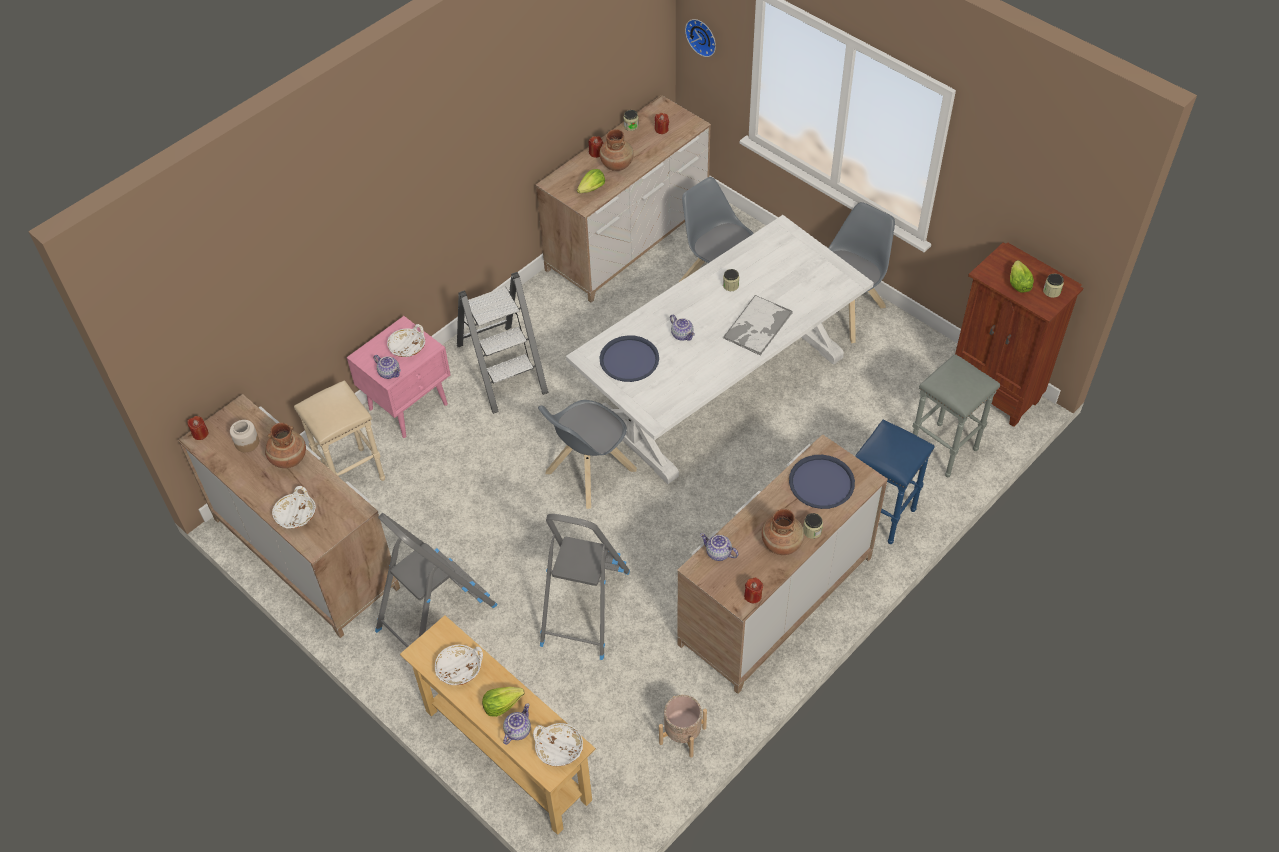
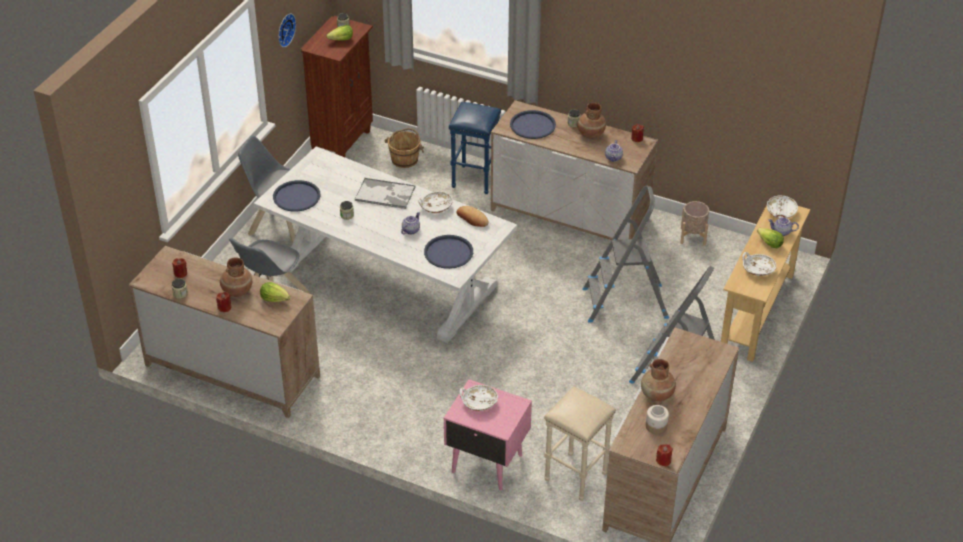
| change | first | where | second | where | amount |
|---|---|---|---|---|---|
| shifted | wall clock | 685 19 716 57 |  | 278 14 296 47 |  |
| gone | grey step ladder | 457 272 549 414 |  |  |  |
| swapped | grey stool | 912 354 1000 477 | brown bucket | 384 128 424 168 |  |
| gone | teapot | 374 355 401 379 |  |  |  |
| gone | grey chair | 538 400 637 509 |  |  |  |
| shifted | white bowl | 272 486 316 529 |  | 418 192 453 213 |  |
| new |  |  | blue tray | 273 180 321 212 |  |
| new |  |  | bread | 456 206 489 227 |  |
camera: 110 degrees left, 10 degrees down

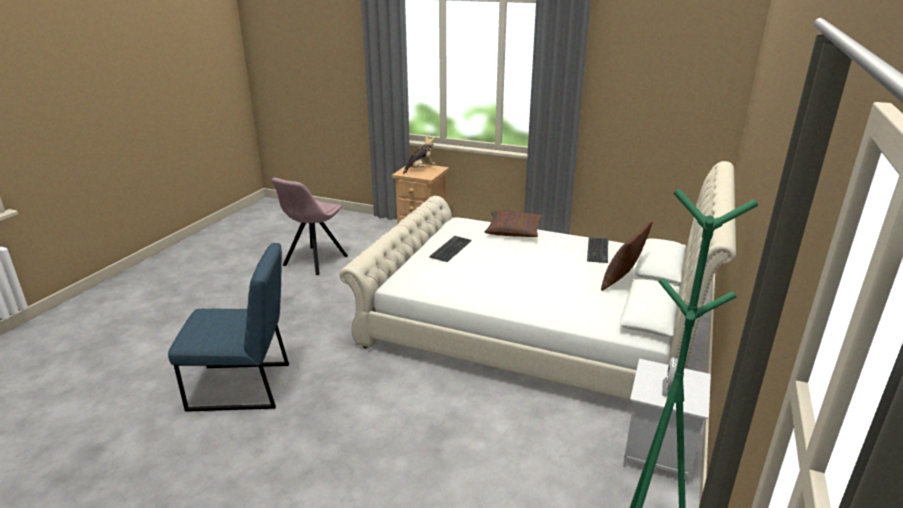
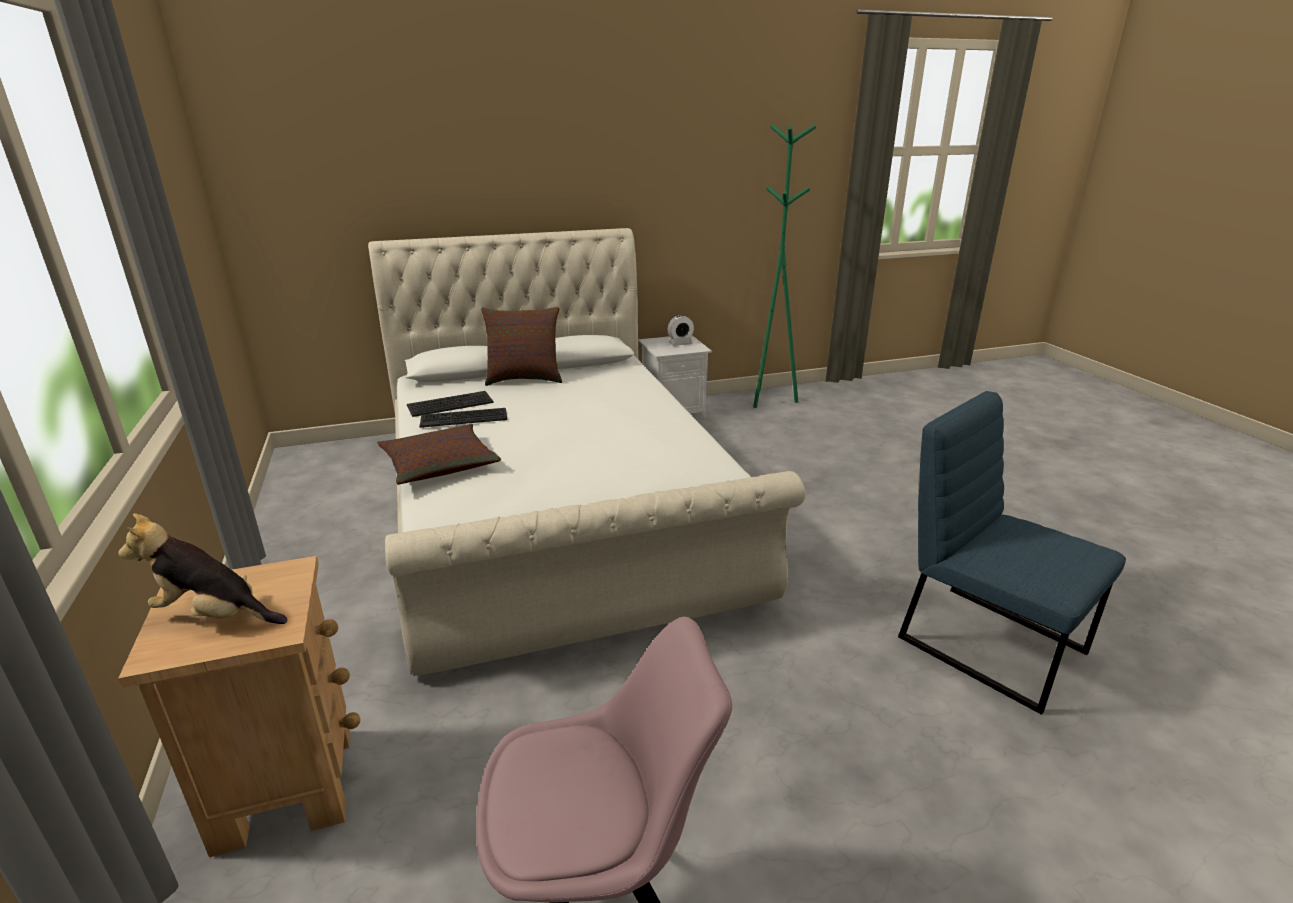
| change | first | where | second | where | amount |
|---|---|---|---|---|---|
| shifted | keyboard | 429 236 472 262 |  | 420 408 507 428 |  |
camera: 130 degrees left, 0 degrees up

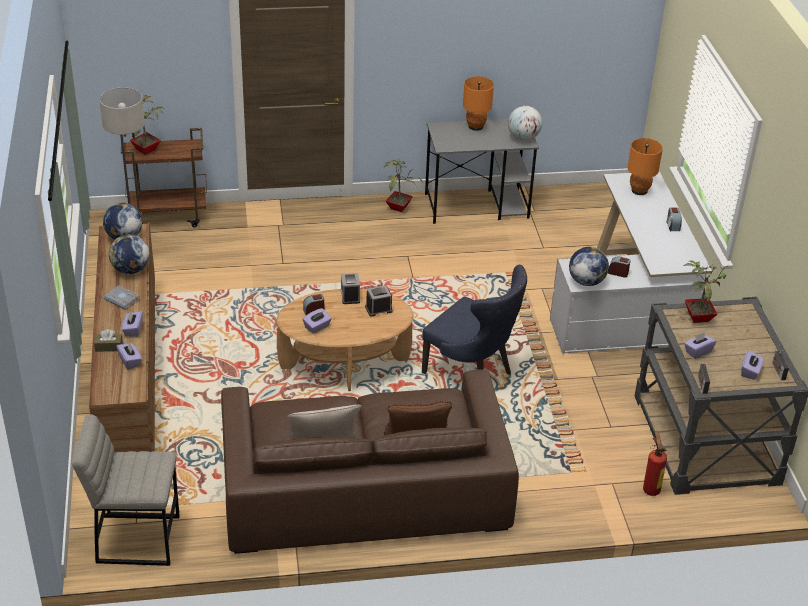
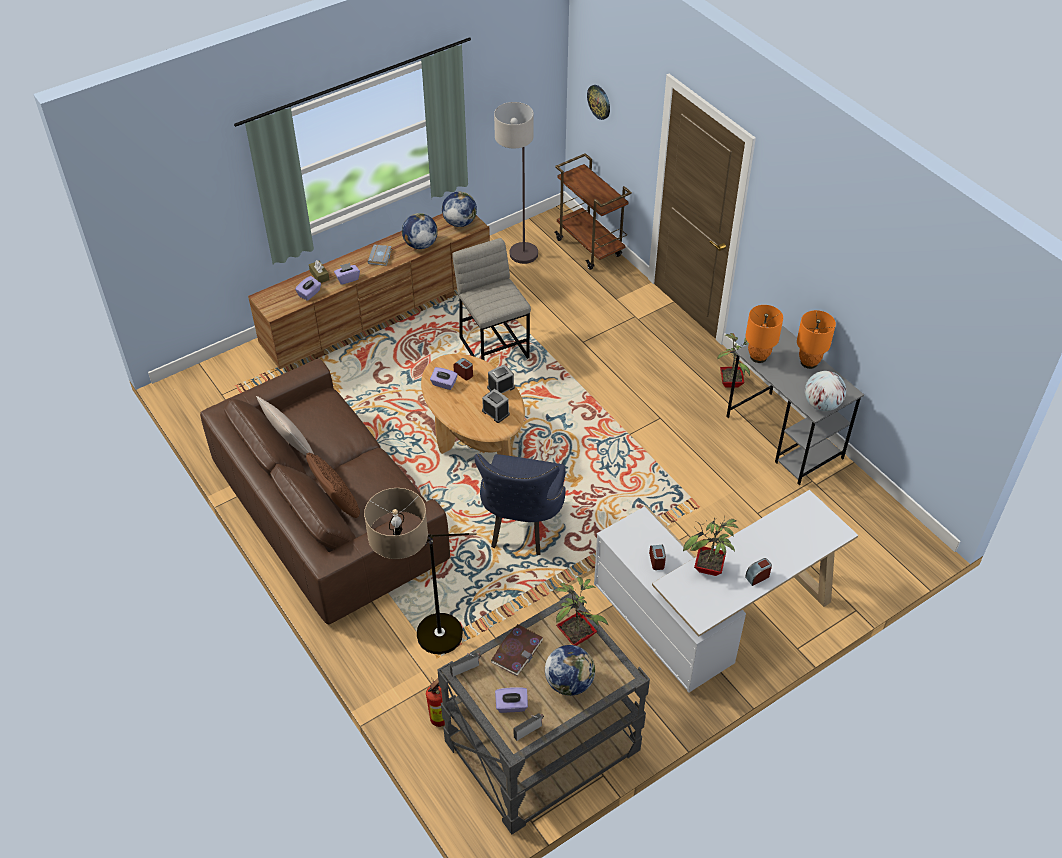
| change | first | where | second | where | amount |
|---|---|---|---|---|---|
| shifted | potted plant | 130 95 163 155 |  | 683 516 738 576 |  |
| shifted | orange table lamp | 627 138 663 195 |  | 745 305 783 363 |  |
| shifted | globe | 569 247 609 286 |  | 545 645 595 696 |  |
| swapped | purple tissue box | 684 332 716 359 | book | 491 624 543 676 |  |
| shifted | grey chair | 72 414 180 566 |  | 452 238 531 360 |  |
| new |  |  | wall clock | 587 85 610 120 |  |
| new |  |  | floor lamp | 364 488 477 654 |  |
camera: 65 degrees right, 10 degrees up

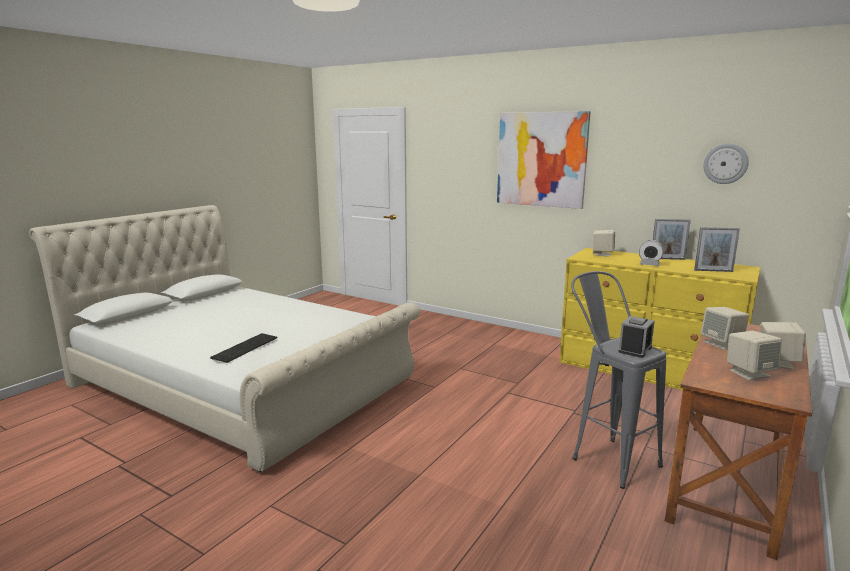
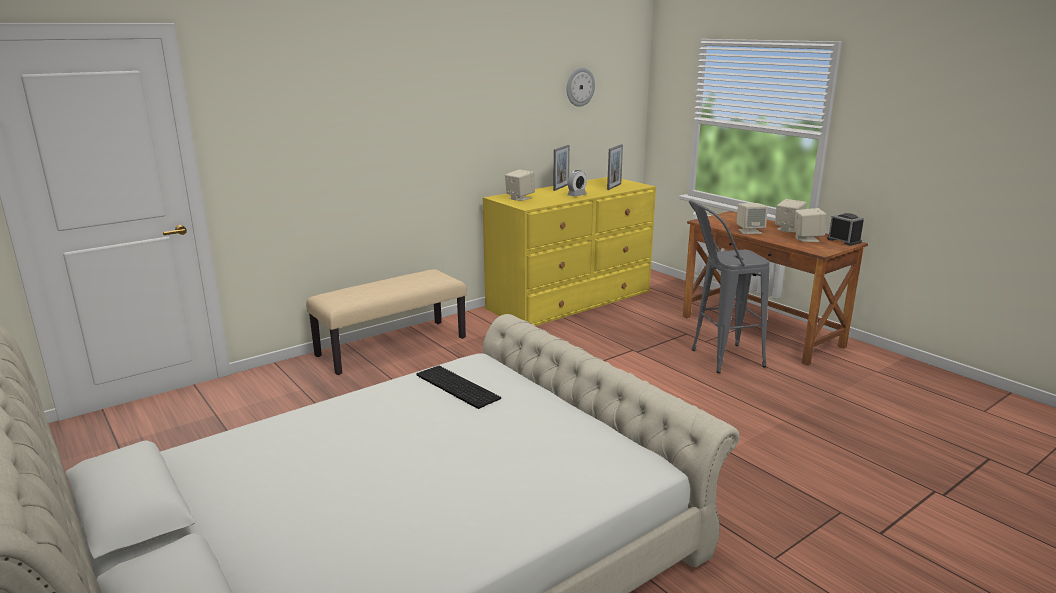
| change | first | where | second | where | amount |
|---|---|---|---|---|---|
| gone | picture | 497 111 591 209 |  |  |  |
| shifted | alarm clock | 618 316 655 358 |  | 827 213 864 246 |  |
| shifted | keyboard | 210 333 277 363 |  | 417 366 501 409 |  |
| new |  |  | beige bench | 306 269 467 375 |  |
camera: 70 degrees left, 5 degrees up

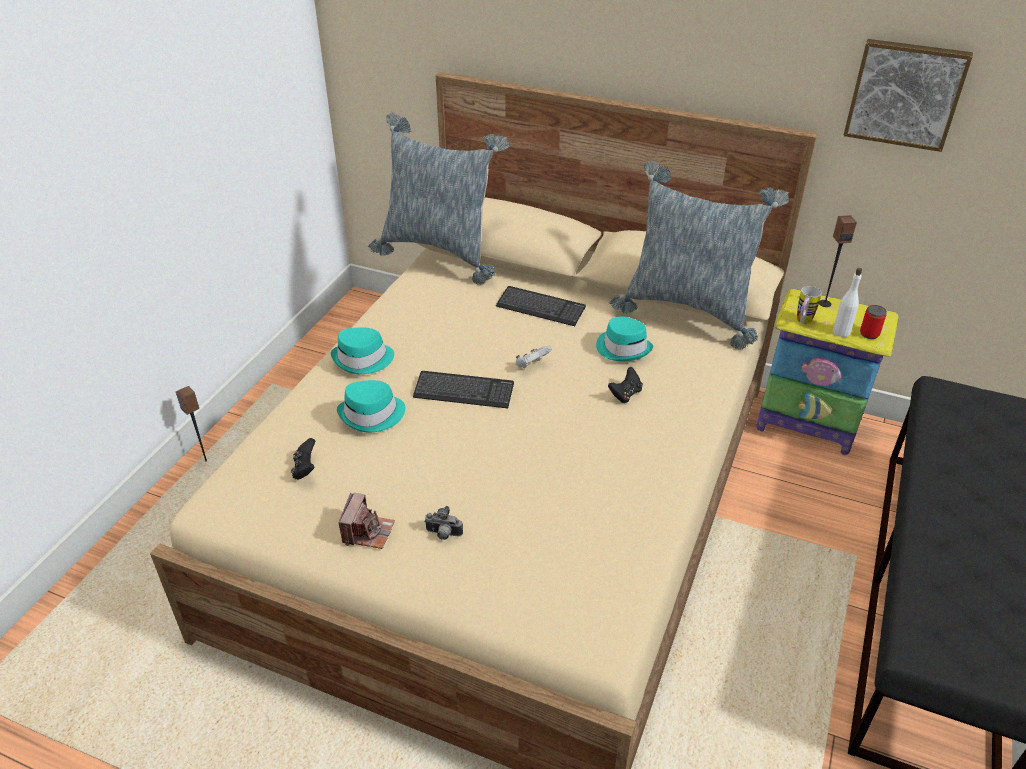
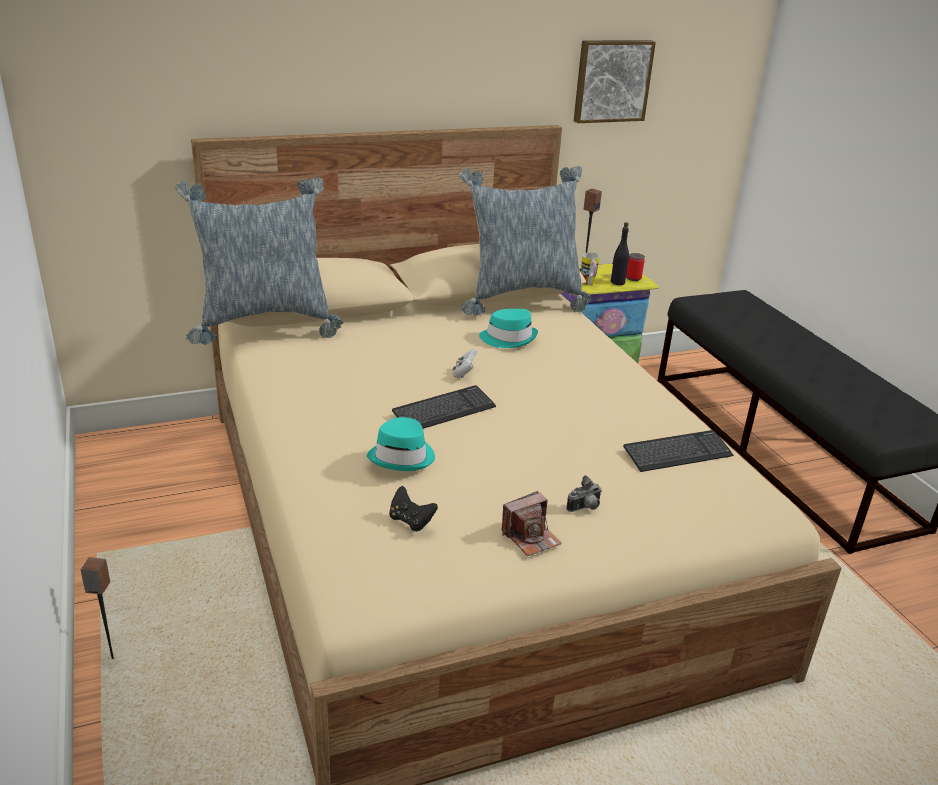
| change | first | where | second | where | amount |
|---|---|---|---|---|---|
| repainted | white bottle | 833 268 862 337 | black bottle | 611 222 629 285 |  |
| shifted | keyboard | 496 286 586 326 |  | 623 430 733 472 |  |
| gone | turquoise hat | 331 328 394 374 |  |  |  |
| gone | black game controller | 608 367 643 403 |  |  |  |
| rotated | photo camera | 339 493 395 549 |  | 501 491 562 556 | 90 degrees clockwise |
camera: 45 degrees left, 10 degrees down

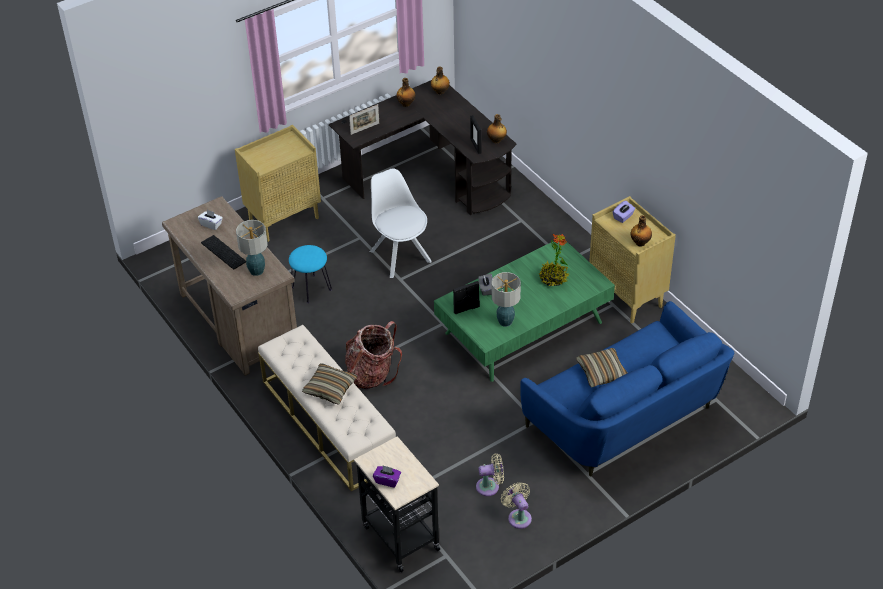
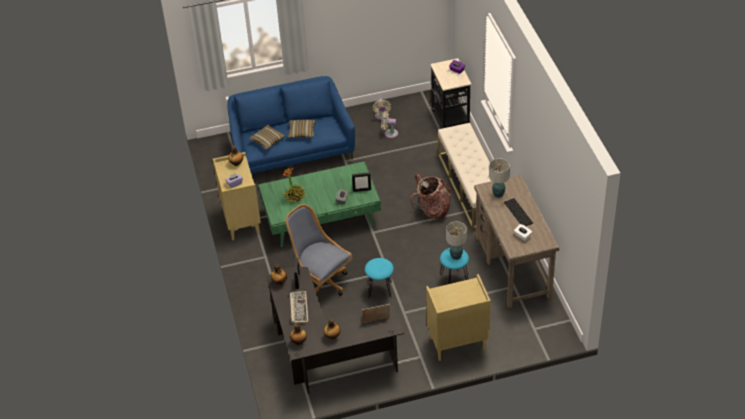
| change | first | where | second | where | amount |
|---|---|---|---|---|---|
| swapped | white chair | 370 169 432 278 | turquoise stool | 365 258 394 299 |  |
| shifted | table lamp | 491 272 521 327 |  | 446 221 467 260 |  |
| shifted | pillow | 302 363 358 405 |  | 249 125 285 149 |  |
| new |  |  | blue office chair | 286 204 353 296 |  |
| new |  |  | keyboard | 290 291 308 323 |  |
camera: 160 degrees left, 0 degrees up

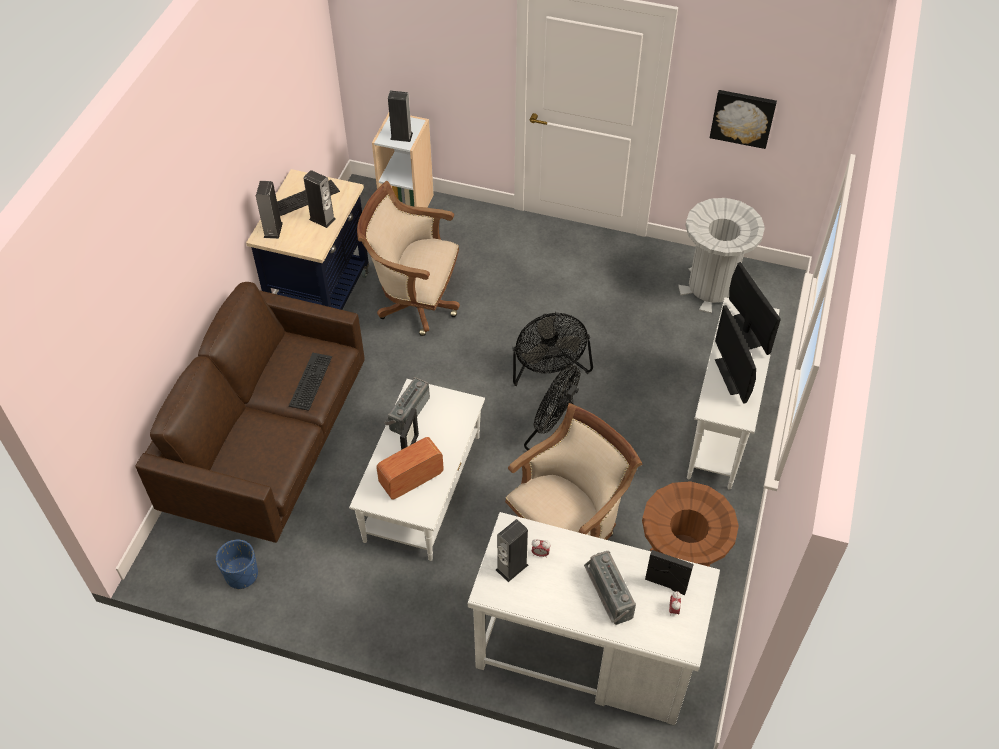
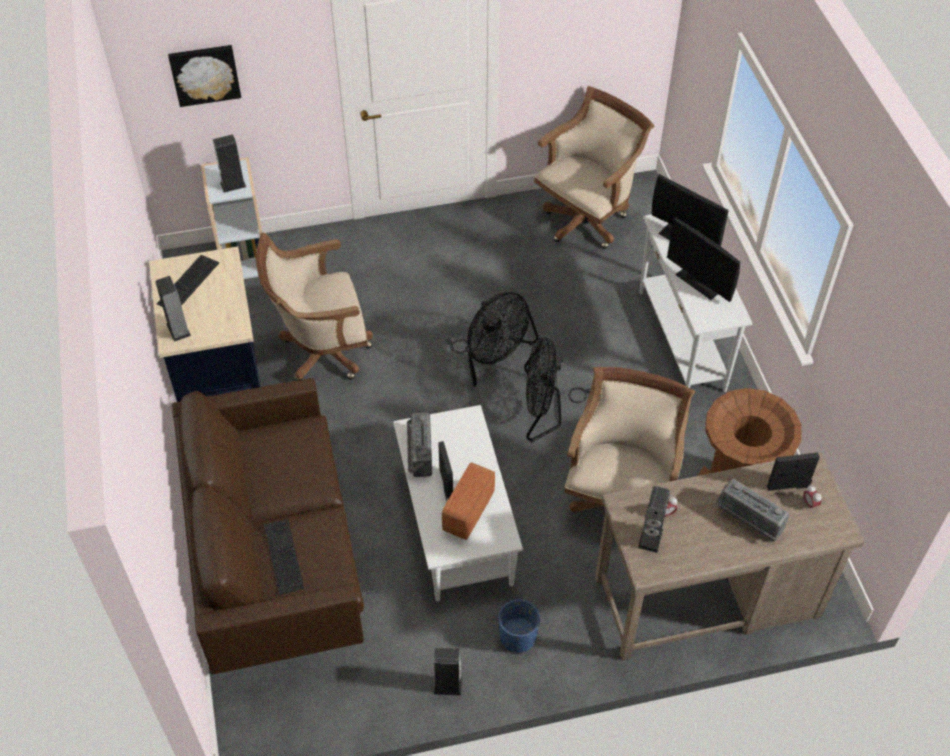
| change | first | where | second | where | amount |
|---|---|---|---|---|---|
| shifted | picture | 710 90 777 149 |  | 168 45 241 107 |  |
| shifted | speaker | 304 170 336 228 |  | 434 648 462 695 |  |
| swapped | grey trash can | 678 198 765 314 | office chair | 534 86 654 249 |  |
| shifted | keyboard | 289 353 332 411 |  | 264 519 304 595 |  |
| repainted | white desk | 468 512 720 726 | brown desk | 595 452 864 660 |  |
| shifted | blue planter | 216 540 258 589 |  | 498 599 540 653 |  |
camera: 30 degrees left, 0 degrees up

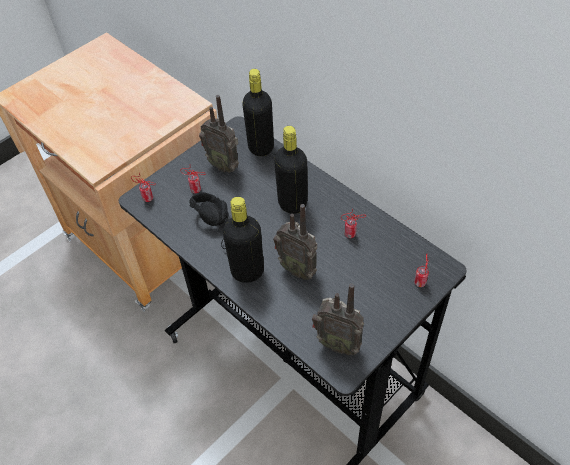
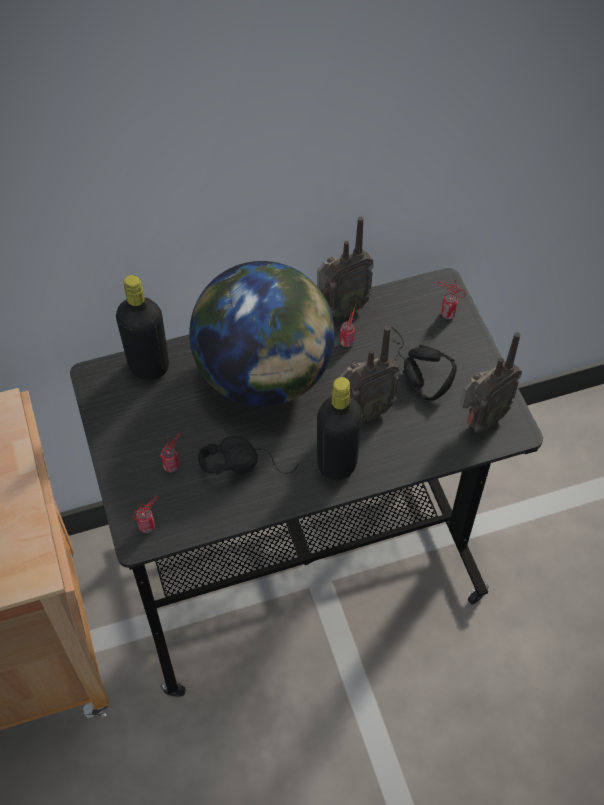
| change | first | where | second | where | amount |
|---|---|---|---|---|---|
| shifted | radio | 199 95 239 173 |  | 317 216 374 318 |  |
| swapped | black bottle | 274 126 307 214 | globe | 189 261 335 407 |  |
| new |  |  | black headphones | 392 327 457 401 |  |
camera: 65 degrees left, 5 degrees up

